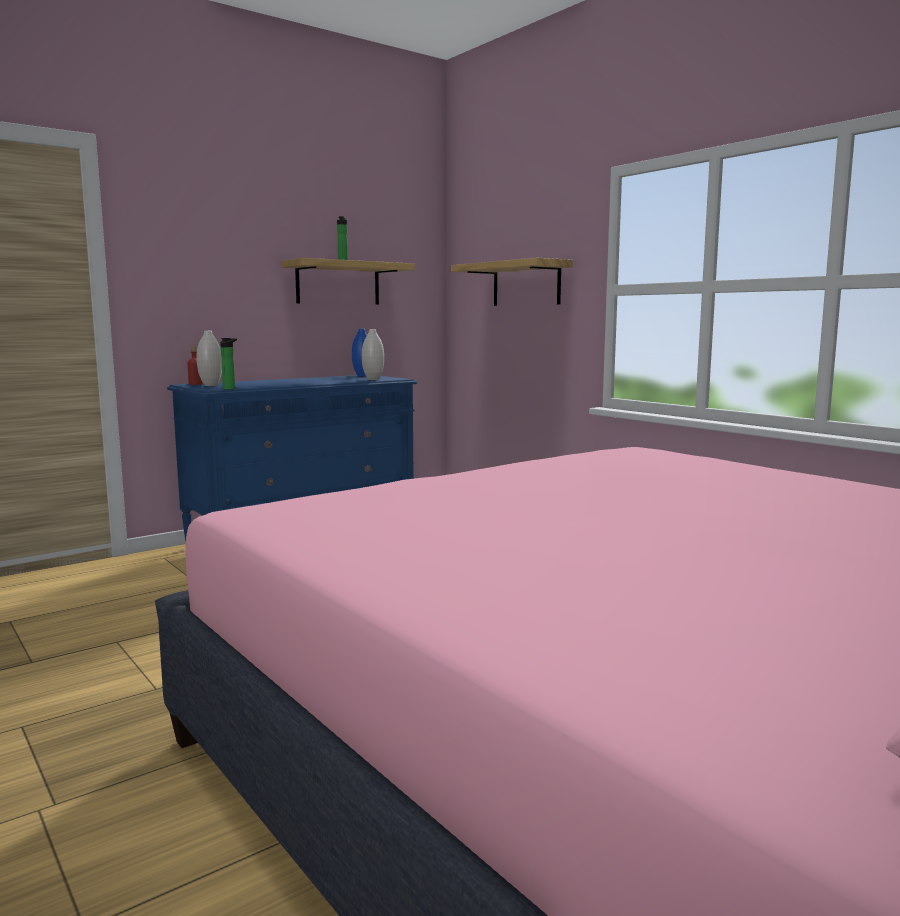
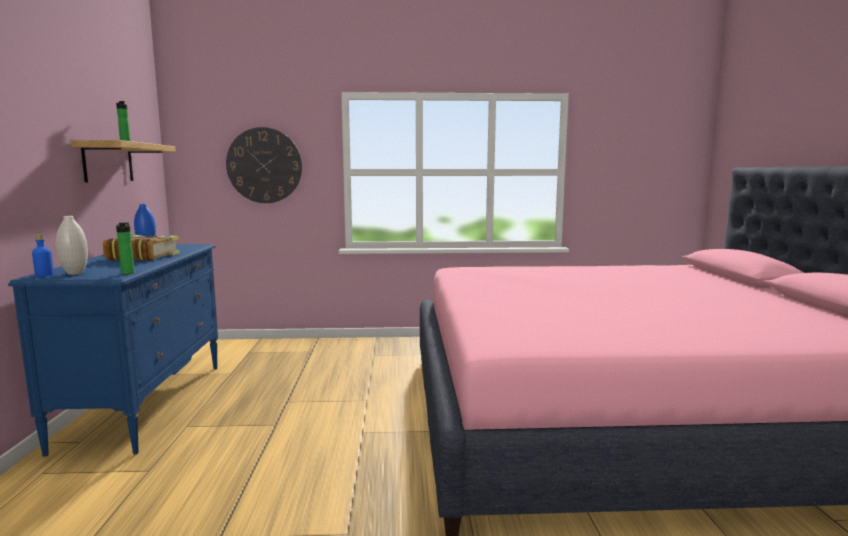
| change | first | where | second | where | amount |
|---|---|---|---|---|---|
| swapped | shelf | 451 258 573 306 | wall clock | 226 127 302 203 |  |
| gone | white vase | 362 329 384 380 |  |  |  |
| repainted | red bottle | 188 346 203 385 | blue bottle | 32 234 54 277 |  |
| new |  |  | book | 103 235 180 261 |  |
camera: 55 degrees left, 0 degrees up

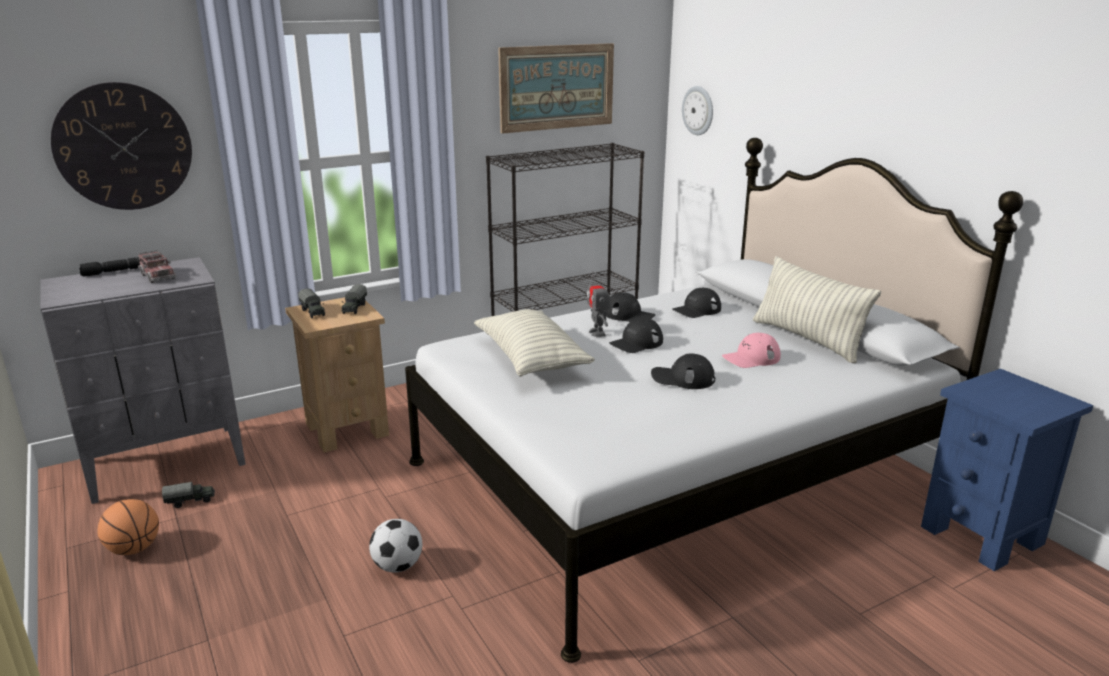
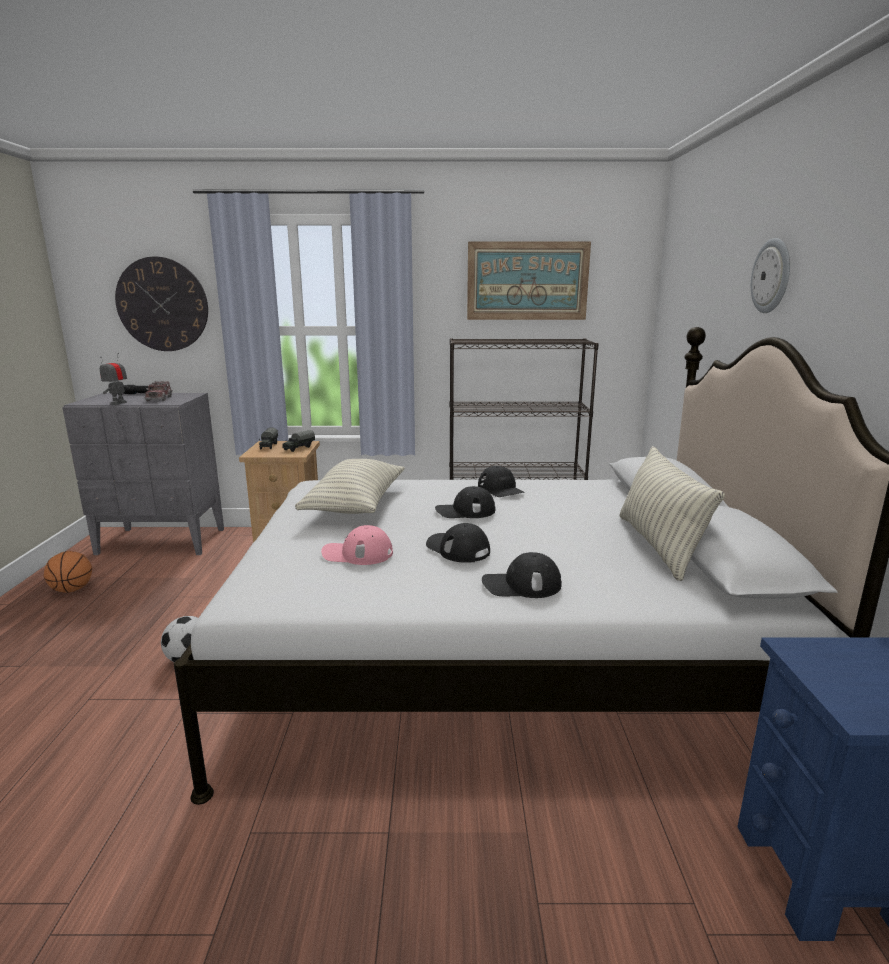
| change | first | where | second | where | amount |
|---|---|---|---|---|---|
| shifted | wall clock | 682 86 713 135 |  | 751 238 790 313 |  |
| shifted | toy robot | 587 271 611 337 |  | 100 353 130 405 |  |
| shifted | black cap | 672 288 721 318 |  | 482 552 562 598 |  |
| shifted | pink cap | 722 333 781 368 |  | 321 525 393 565 |  |
| gone | toy truck | 162 482 215 508 |  |  |  |
camera: 30 degrees right, 5 degrees down

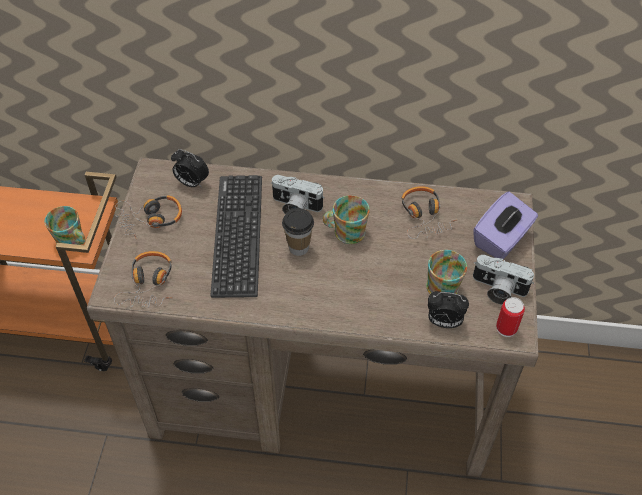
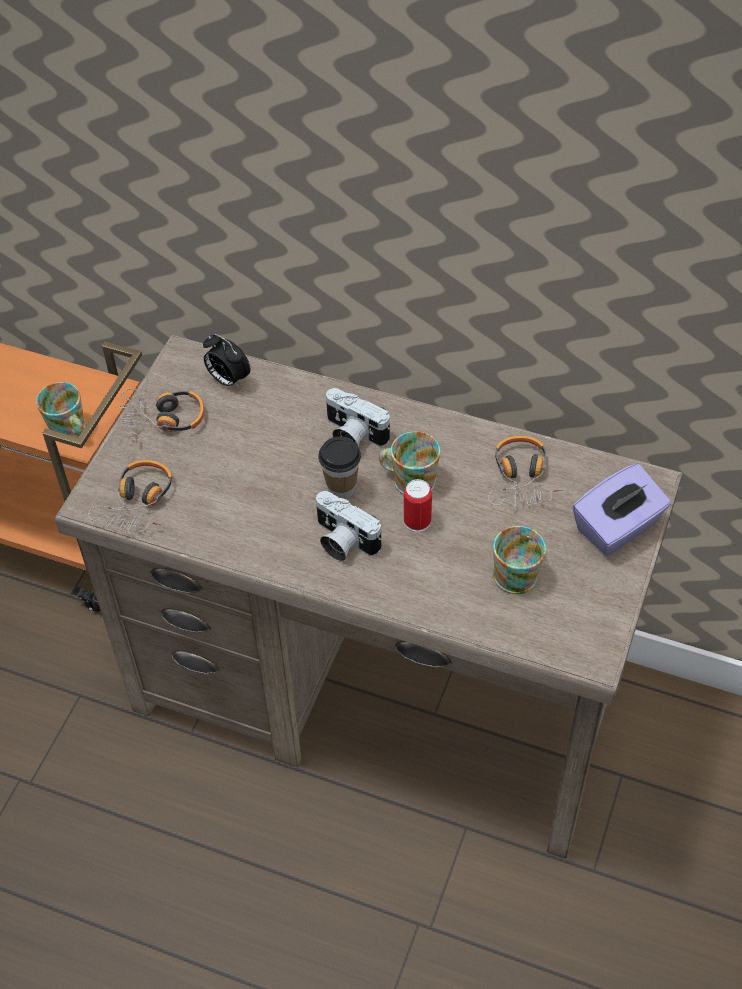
| change | first | where | second | where | amount |
|---|---|---|---|---|---|
| gone | keyboard | 211 175 262 298 |  |  |  |
| shifted | photo camera | 473 255 534 305 |  | 316 491 382 561 |  |
| gone | alarm clock | 428 291 469 328 |  |  |  |
| shifted | can | 496 297 525 337 |  | 404 479 432 532 |  |
camera: 15 degrees right, 0 degrees up

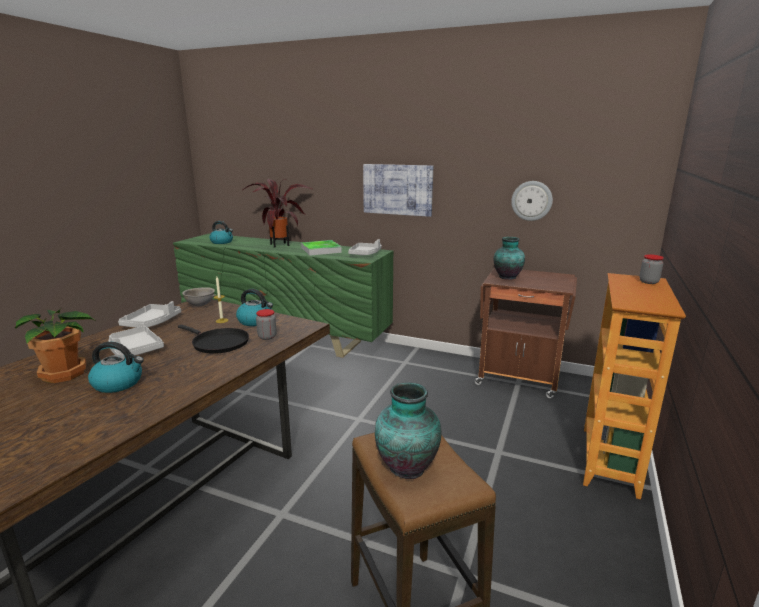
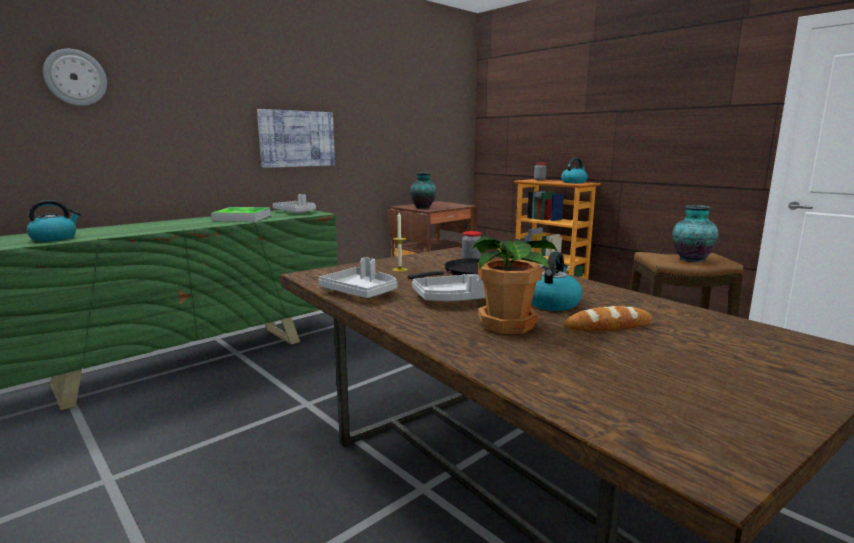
| change | first | where | second | where | amount |
|---|---|---|---|---|---|
| gone | potted plant | 243 179 314 247 |  |  |  |
| shifted | wall clock | 511 181 553 221 |  | 43 49 107 106 |  |
| gone | grey bowl | 182 287 216 306 |  |  |  |
| shifted | kettle | 236 289 273 326 |  | 561 158 588 183 |  |
| new |  |  | bread | 564 306 653 331 |  |
camera: 65 degrees left, 5 degrees down

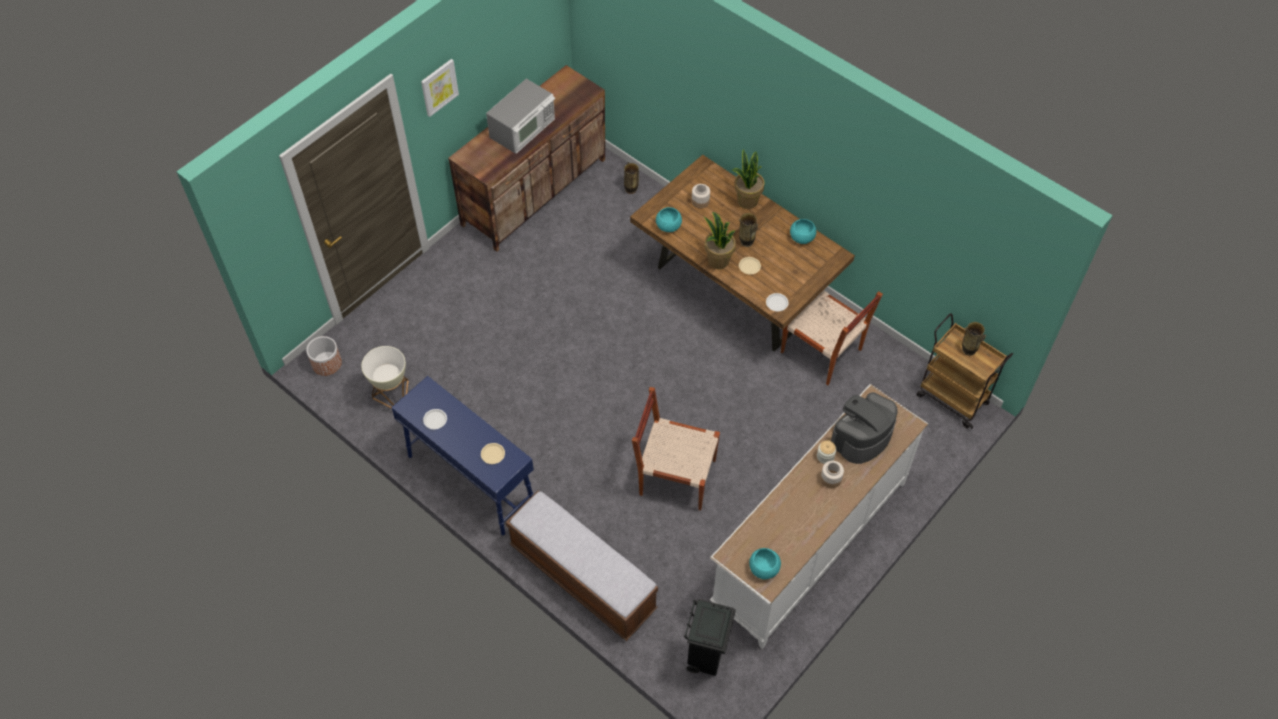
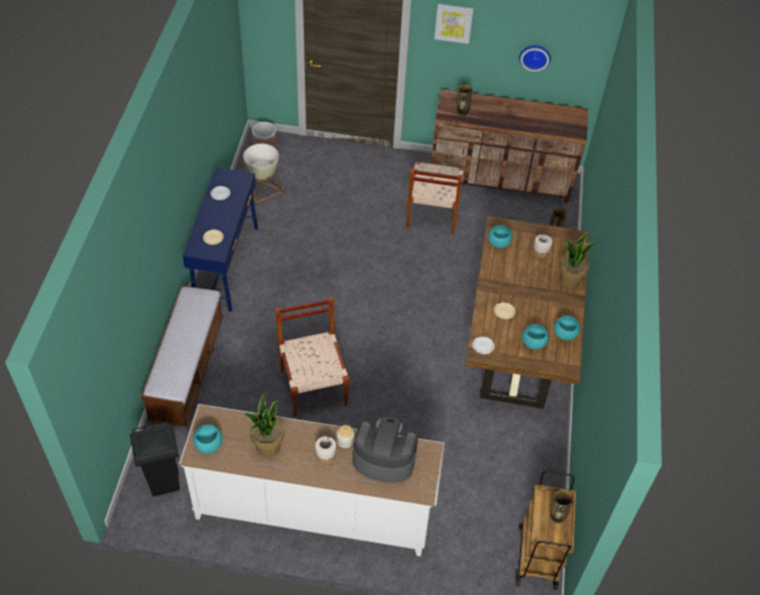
| change | first | where | second | where | amount |
|---|---|---|---|---|---|
| gone | microwave | 486 79 555 154 |  |  |  |
| shifted | potted plant | 704 212 736 269 |  | 245 394 284 457 |  |
| shifted | vase | 739 213 758 247 |  | 457 84 473 116 |  |
| shifted | chair | 781 290 883 385 |  | 406 161 464 234 |  |
| new |  |  | wall clock | 519 45 551 72 |  |
| new |  |  | turquoise bowl | 522 324 549 349 |  |
camera: 55 degrees right, 5 degrees down

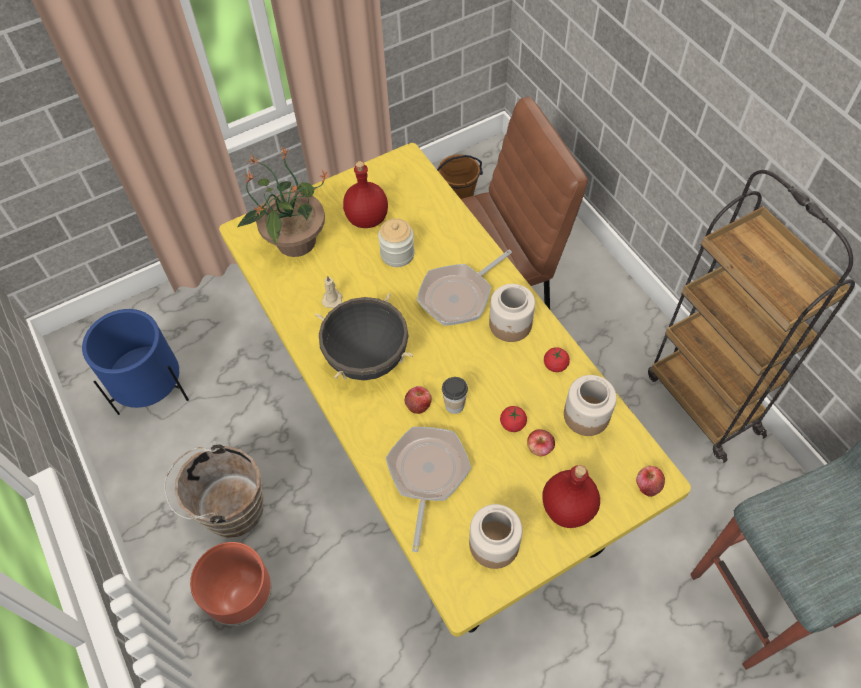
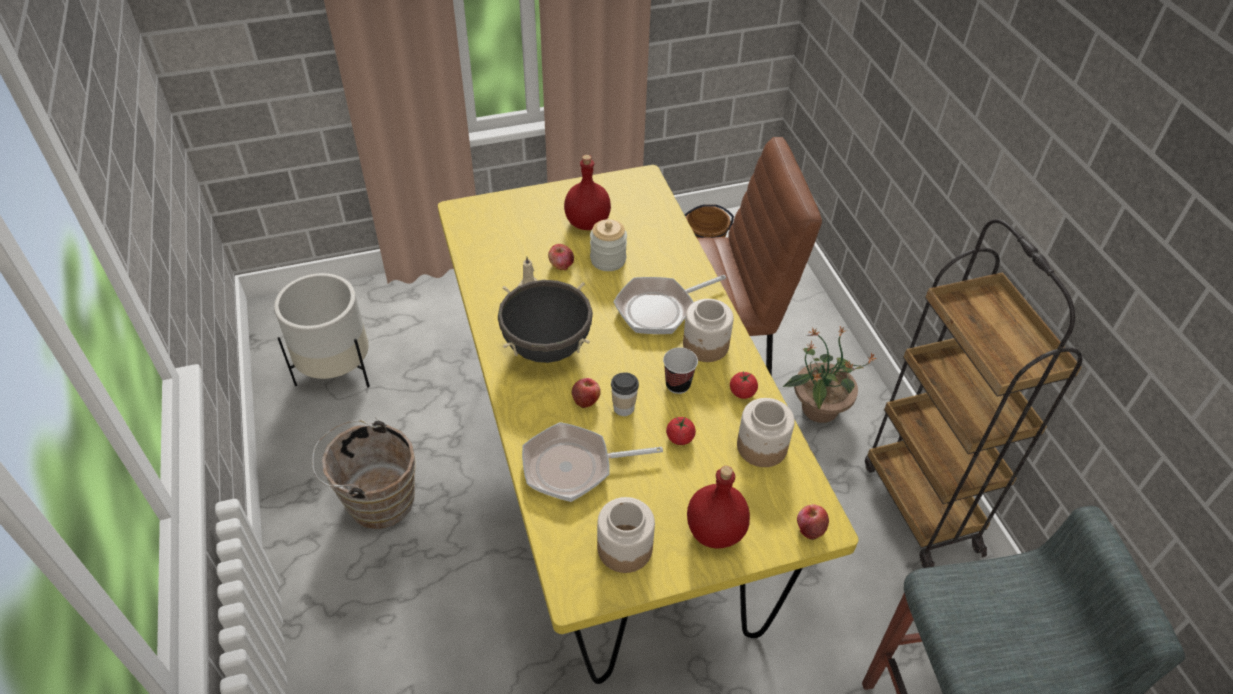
| change | first | where | second | where | amount |
|---|---|---|---|---|---|
| shifted | potted plant | 237 147 330 257 |  | 783 326 877 423 |  |
| repainted | blue planter | 82 309 189 415 | white planter | 274 273 370 388 |  |
| rotated | frying pan | 386 427 471 552 |  | 522 422 663 502 | 120 degrees counterclockwise |
| shifted | apple | 527 429 555 456 |  | 548 244 574 270 |  |
| gone | brown planter | 190 542 272 626 |  |  |  |
| new |  |  | cup | 663 347 698 394 |  |
camera: 10 degrees right, 10 degrees down

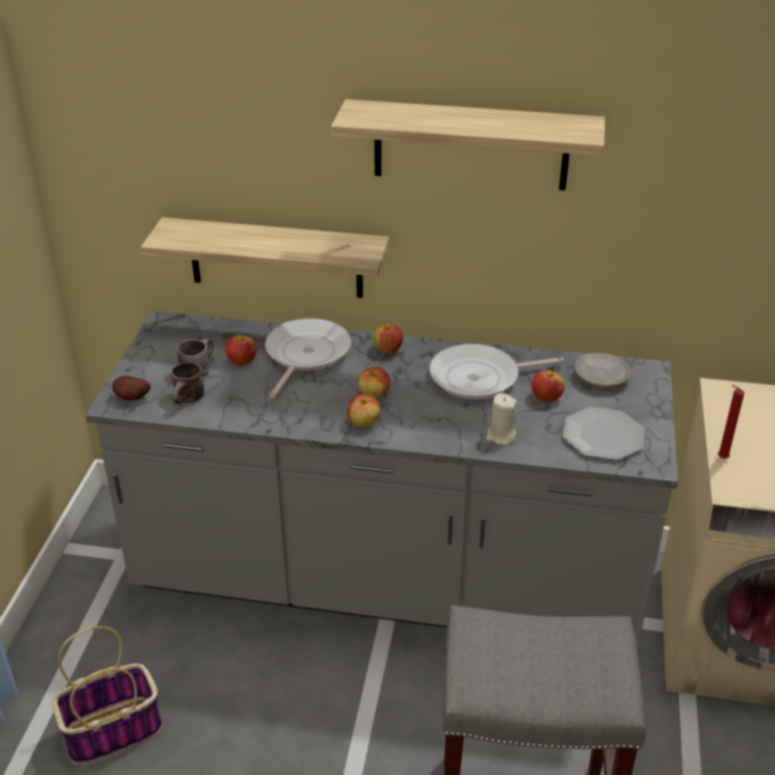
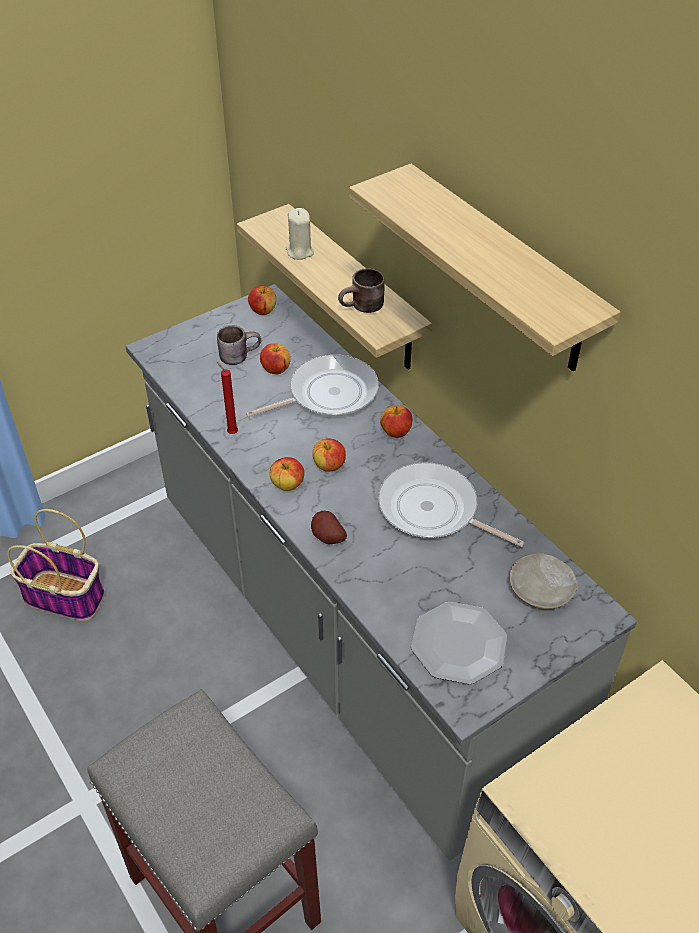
| change | first | where | second | where | amount |
|---|---|---|---|---|---|
| shifted | brown mug | 171 362 204 404 |  | 338 268 385 313 |  |
| shifted | apple | 532 370 565 402 |  | 248 285 276 315 |  |
| shifted | potato | 112 375 151 400 |  | 311 511 347 544 |  |
| shifted | red candle | 718 385 744 459 |  | 217 362 238 434 |  |
| shifted | beige candle | 486 393 517 445 |  | 286 208 314 260 |  |
camera: 45 degrees right, 10 degrees up

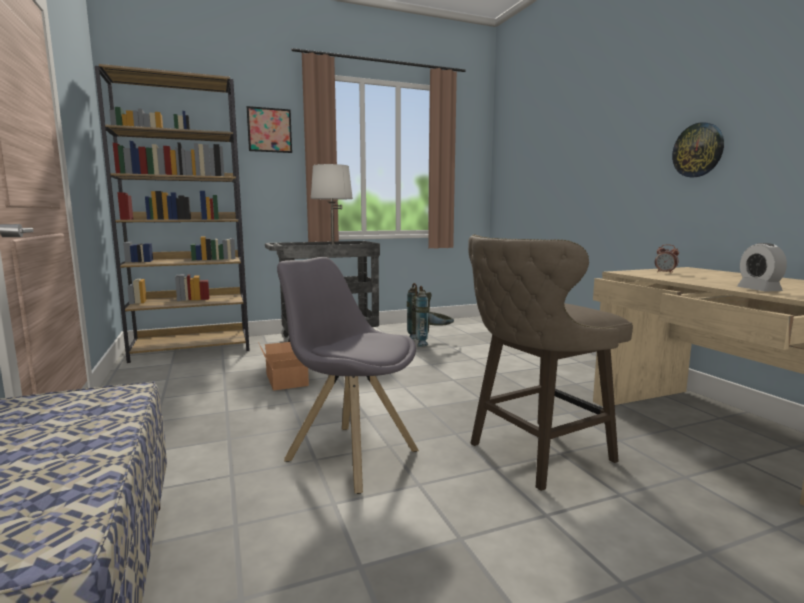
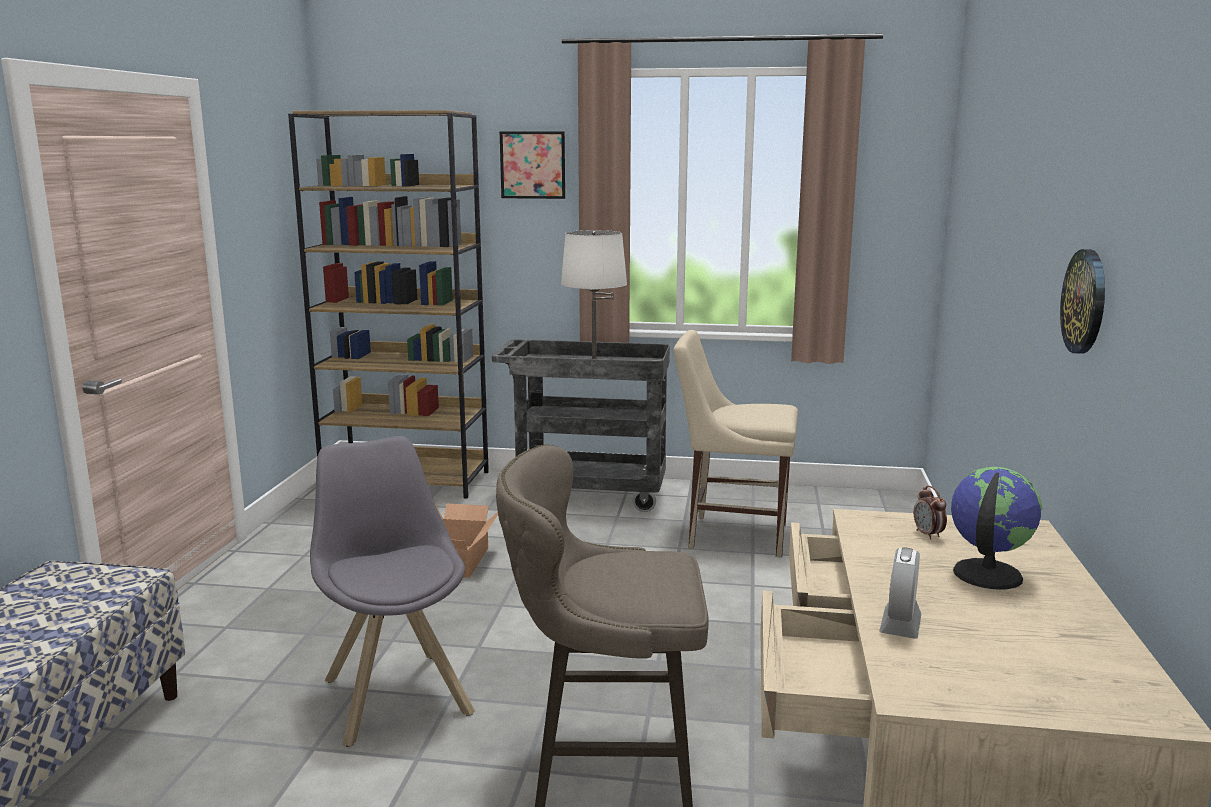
| change | first | where | second | where | amount |
|---|---|---|---|---|---|
| swapped | grey backpack | 407 283 454 347 | beige chair | 673 330 798 557 |  |
| new |  |  | globe | 951 467 1042 590 |  |
camera: 30 degrees right, 5 degrees up

